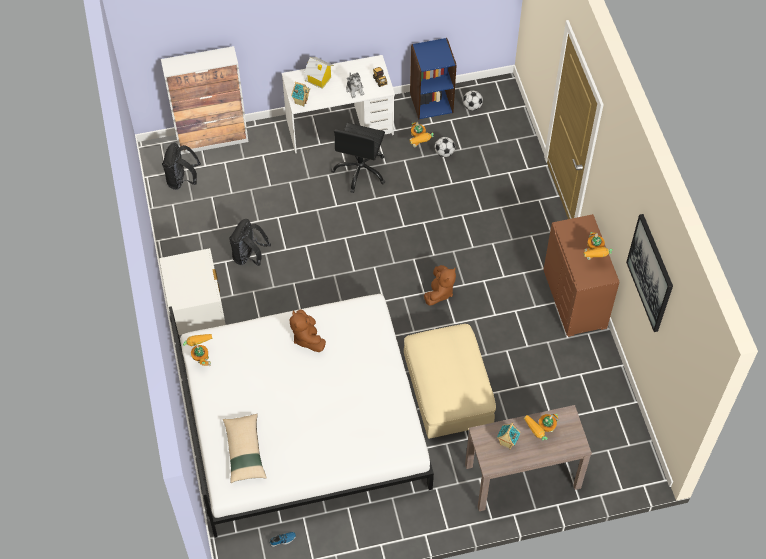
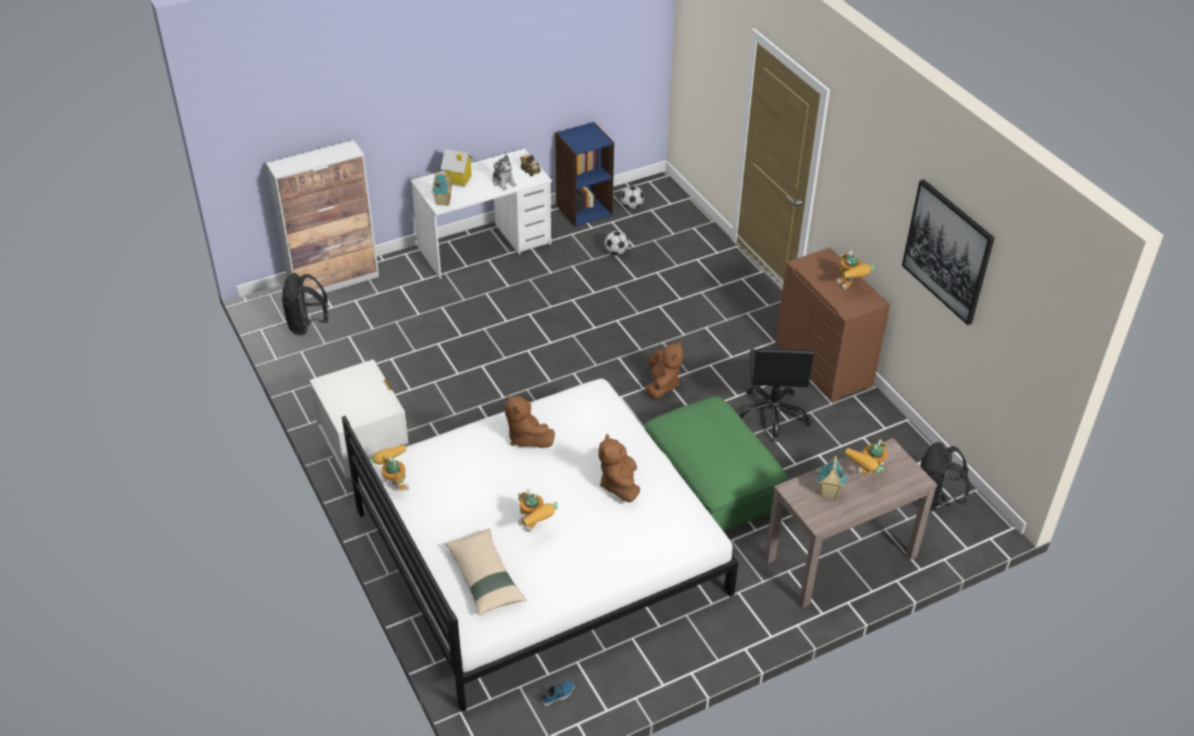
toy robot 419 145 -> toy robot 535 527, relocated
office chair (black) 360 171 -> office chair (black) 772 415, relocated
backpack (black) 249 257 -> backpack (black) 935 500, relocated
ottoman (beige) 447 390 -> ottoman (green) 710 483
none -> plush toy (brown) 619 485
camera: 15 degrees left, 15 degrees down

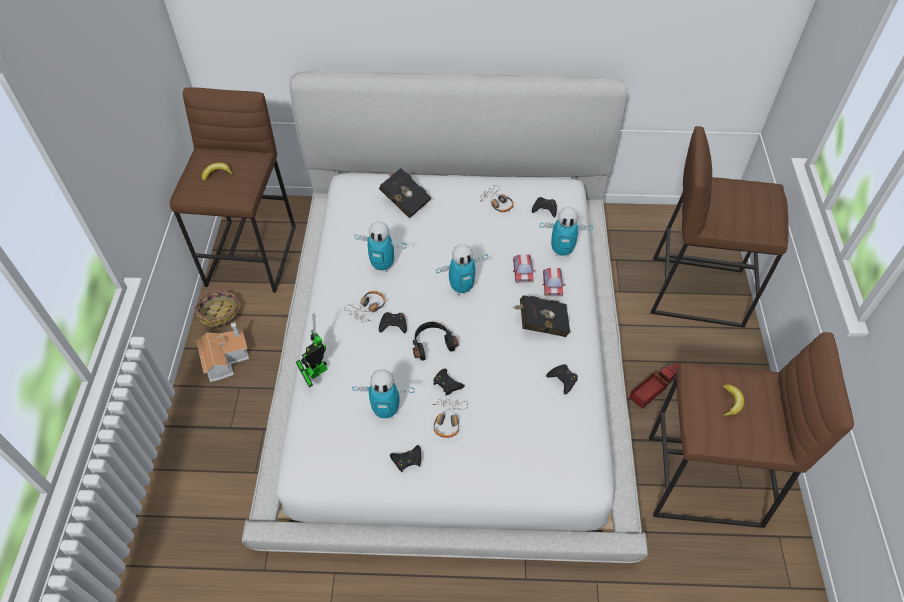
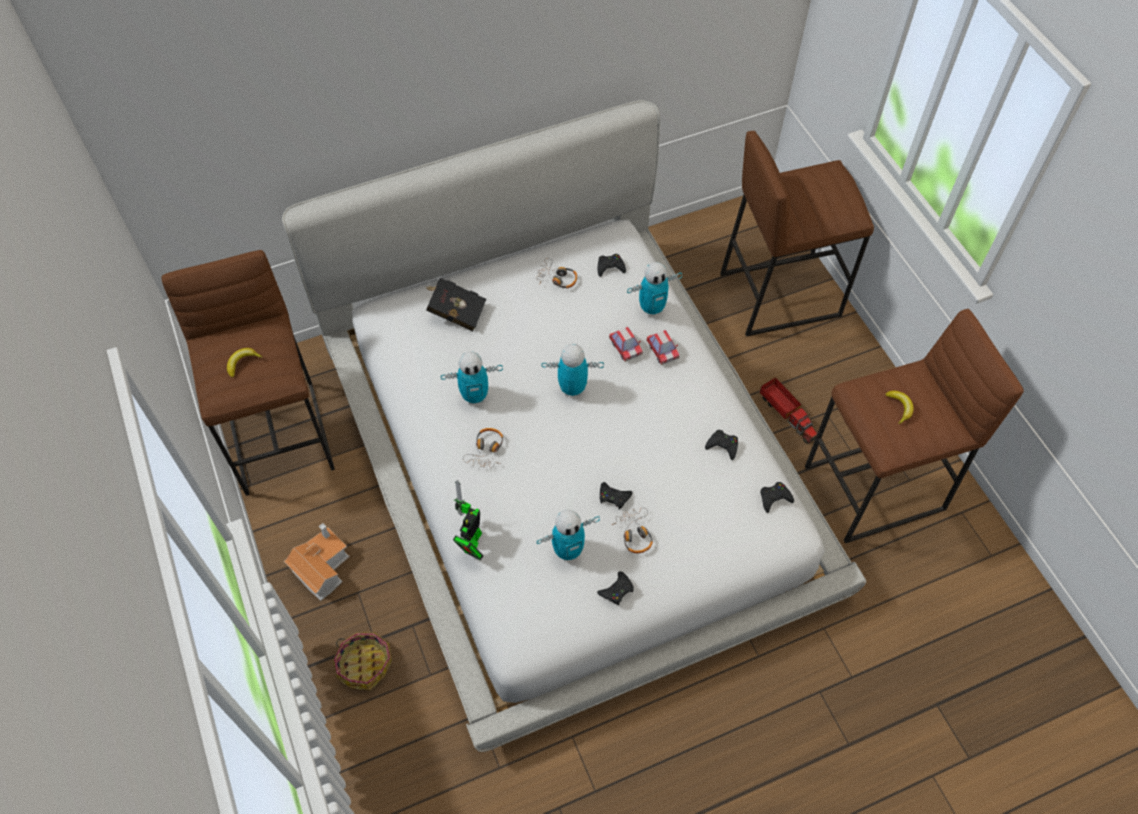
toy robot 461 288 -> toy robot 572 389, 135 degrees counterclockwise
basket 220 313 -> basket 364 663, relocated
book (black) 540 323 -> none
game controller (black) 393 325 -> game controller (black) 774 498, relocated
headphones (black) 432 344 -> none
toy truck 654 388 -> toy truck 787 414, 120 degrees clockwise
camera: 25 degrees left, 5 degrees up

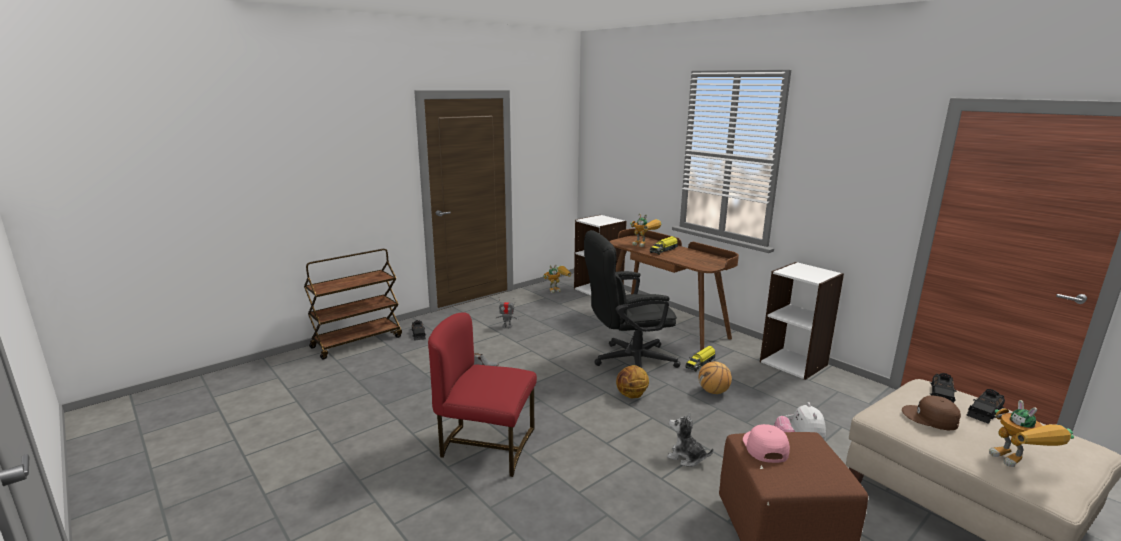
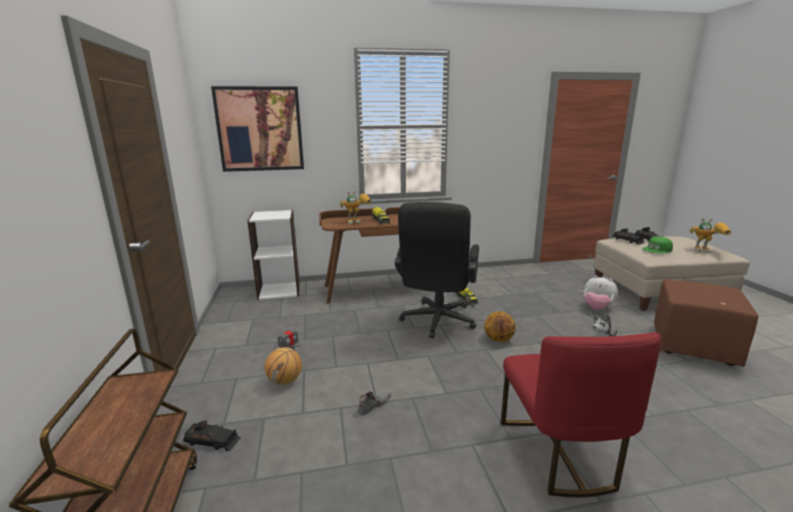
bookcase (white) 794 363 -> none
toy robot 557 290 -> none
chair (red) 486 446 -> chair (red) 560 453, 45 degrees counterclockwise
basketball 713 392 -> basketball 285 381, relocated
cap (brown) 930 418 -> cap (green) 657 250
cap (pink) 764 447 -> none
none -> picture 260 129
camera: 60 degrees left, 0 degrees up

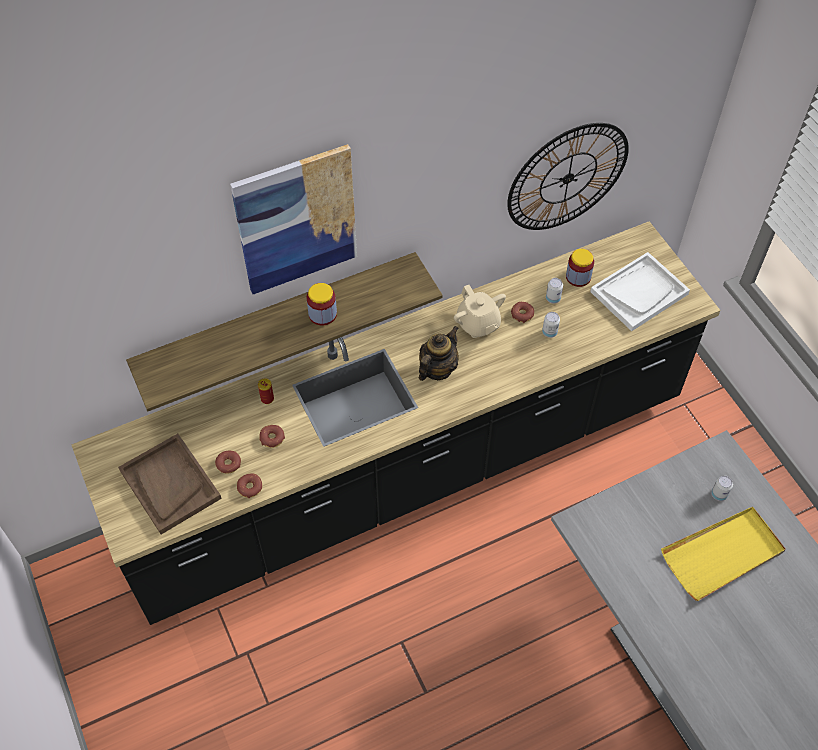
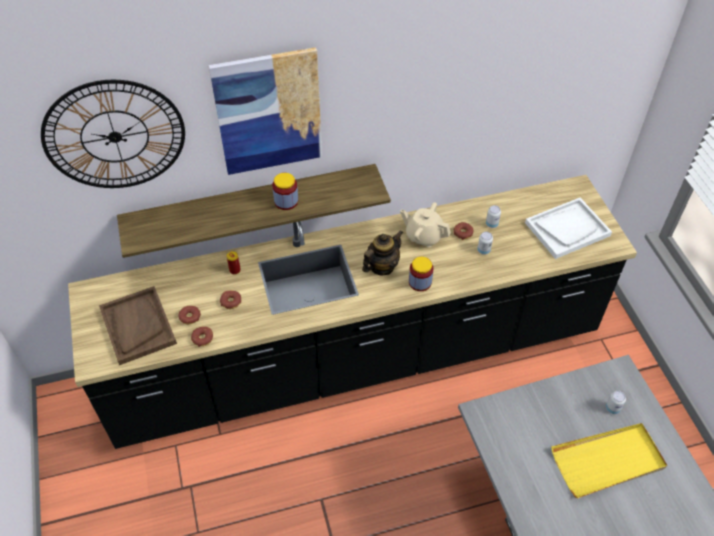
wall clock 568 177 -> wall clock 115 136, relocated
jar 578 277 -> jar 420 282, relocated
teapot (beige) 478 324 -> teapot (beige) 424 236, 135 degrees clockwise
camera: 10 degrees right, 5 degrees down

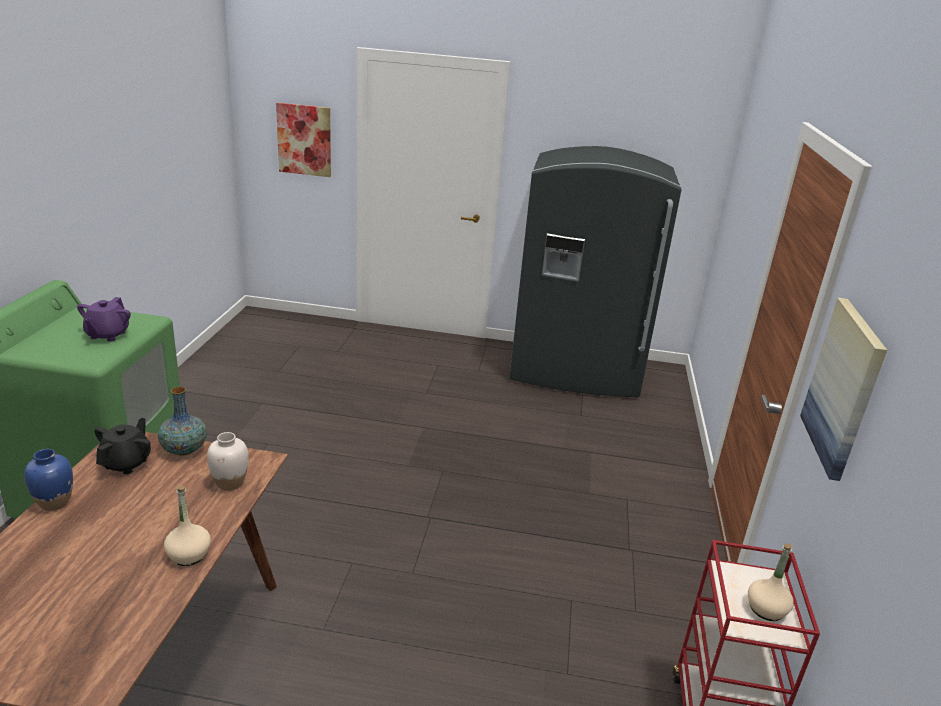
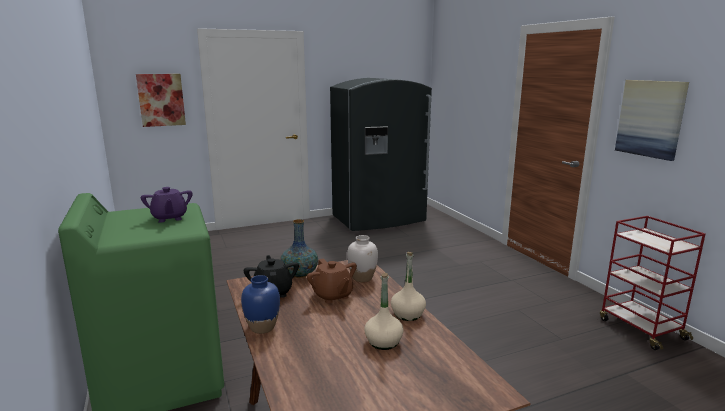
bottle (beige) 766 609 -> bottle (beige) 383 342, relocated
none -> teapot (brown) 332 296
camera: 30 degrees left, 10 degrees down

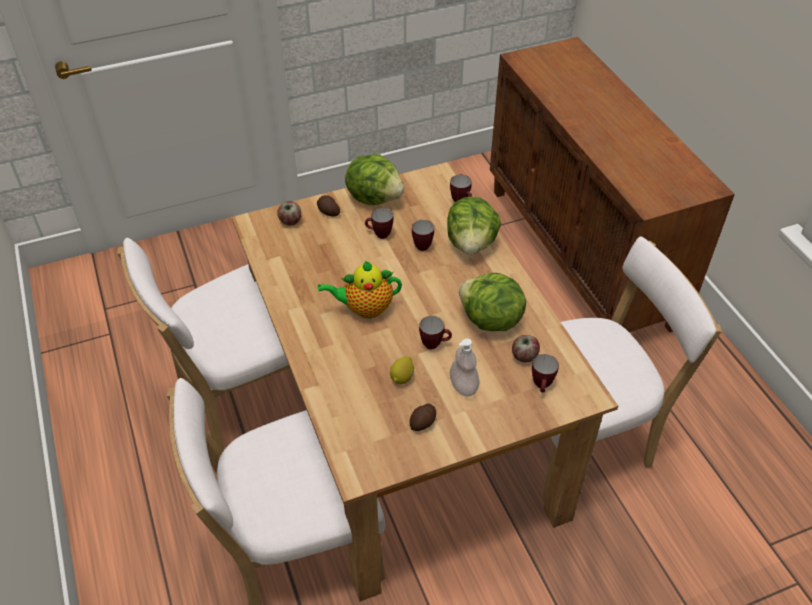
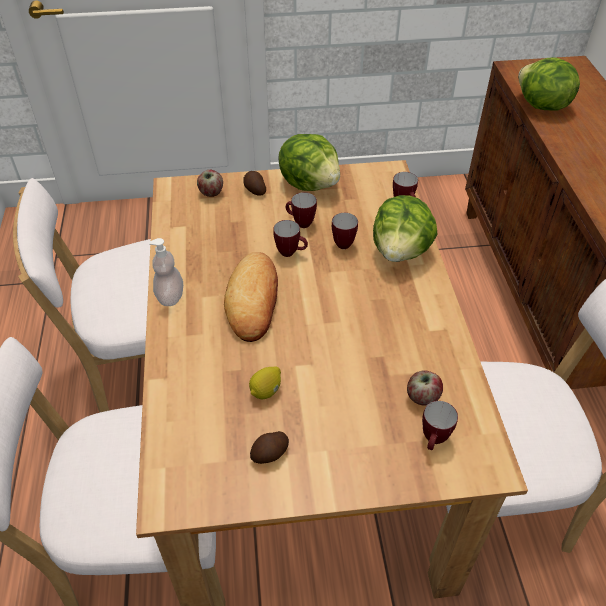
teapot 365 308 -> bread 253 300
lettuce 490 320 -> lettuce 541 106, relocated
mug 435 344 -> mug 291 253, relocated
soap dispenser 463 386 -> soap dispenser 170 296, relocated
camera: 15 degrees right, 0 degrees up

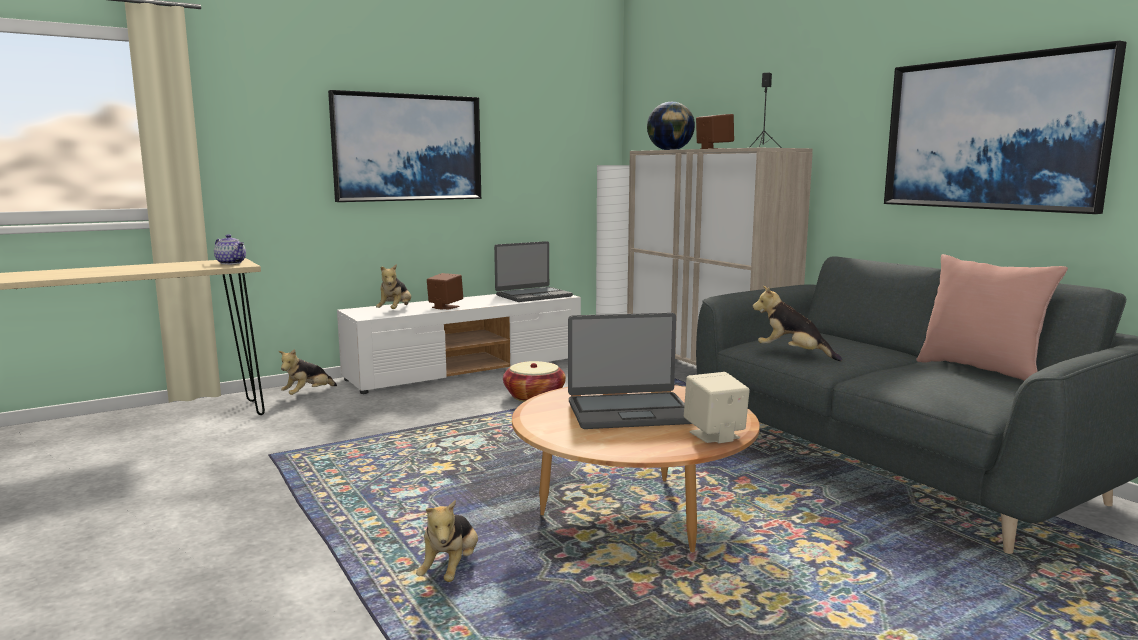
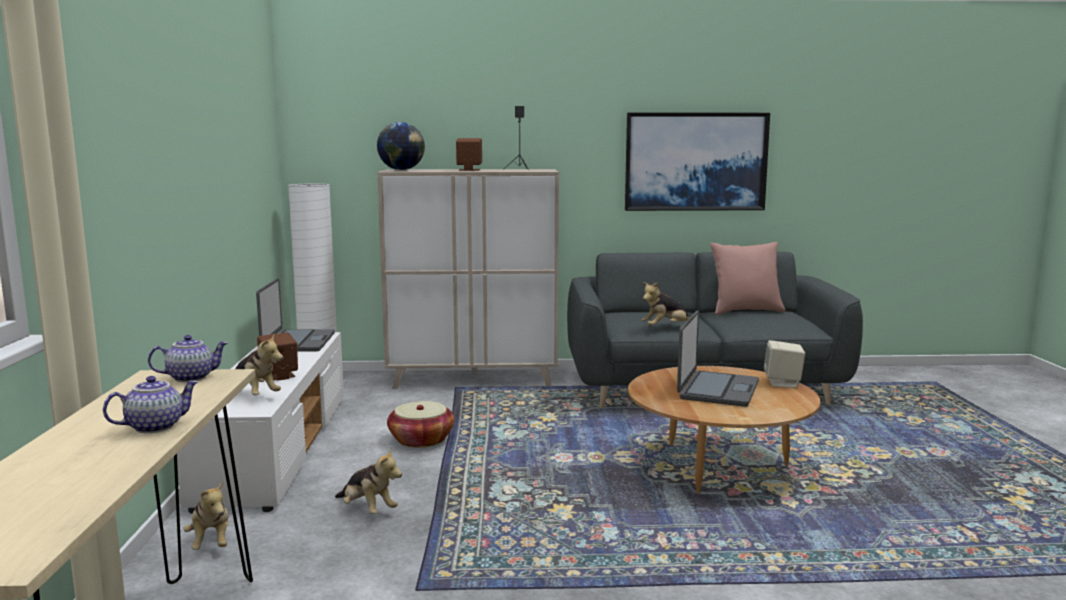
picture 407 148 -> none
plush toy 451 569 -> plush toy 367 510, relocated
none -> teapot 155 426
camera: 60 degrees left, 0 degrees up

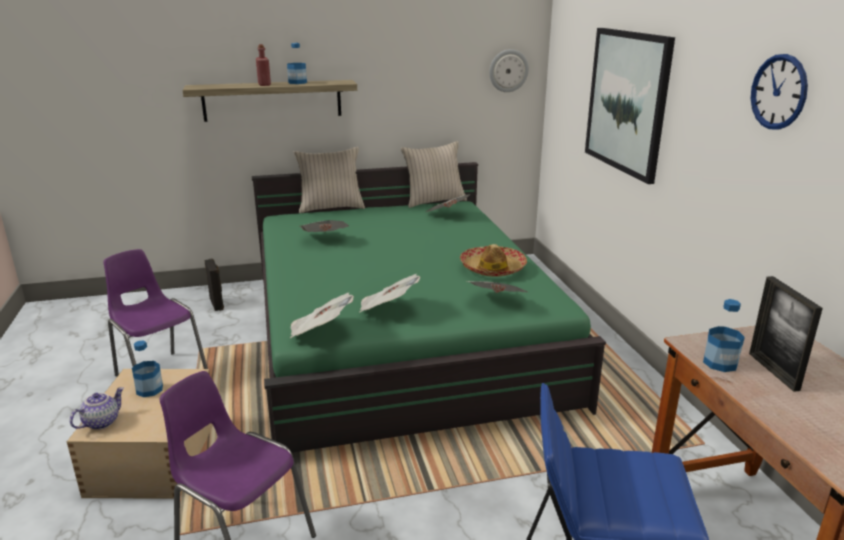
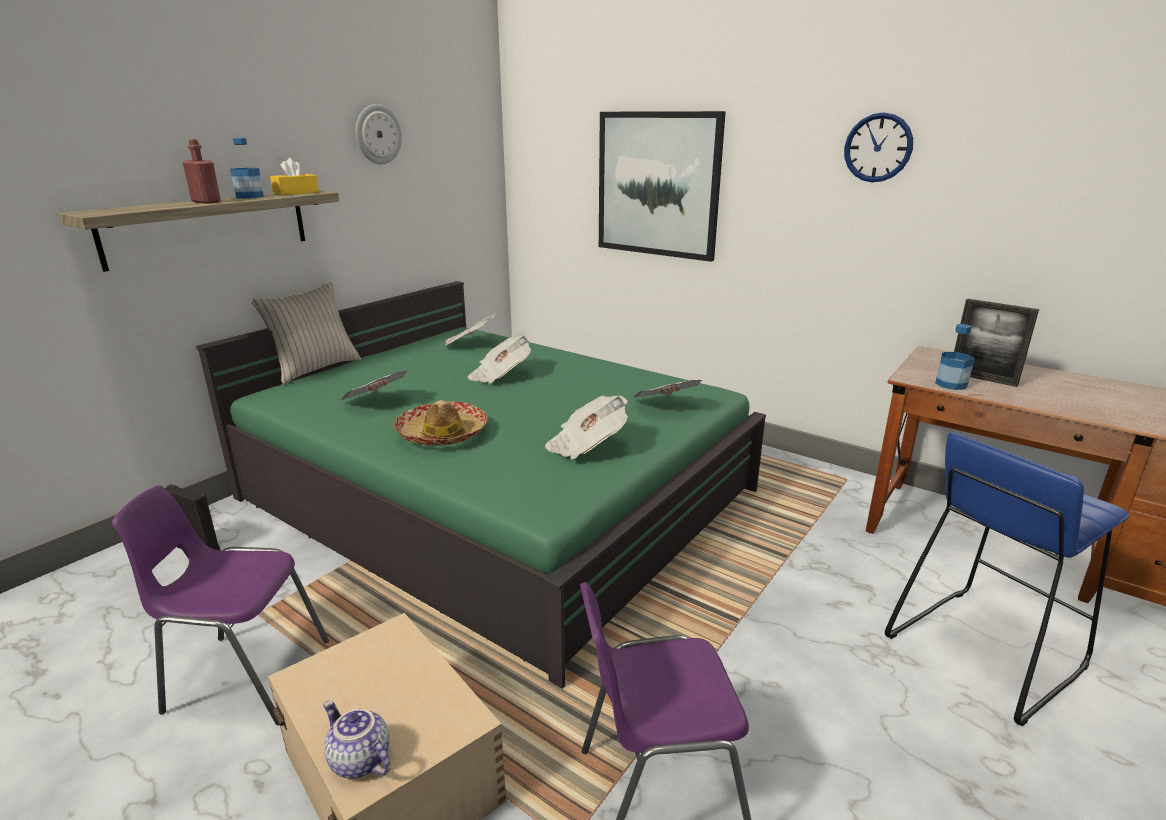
wall clock 508 70 -> wall clock 378 134, relocated
pillow (beige) 434 201 -> none
hat 492 269 -> hat 442 434, relocated
newspaper 320 331 -> newspaper 500 376, relocated
bottle 149 389 -> none
teapot 101 422 -> teapot 358 761, 45 degrees counterclockwise
none -> tissue box (yellow) 296 193
camera: 40 degrees left, 0 degrees up

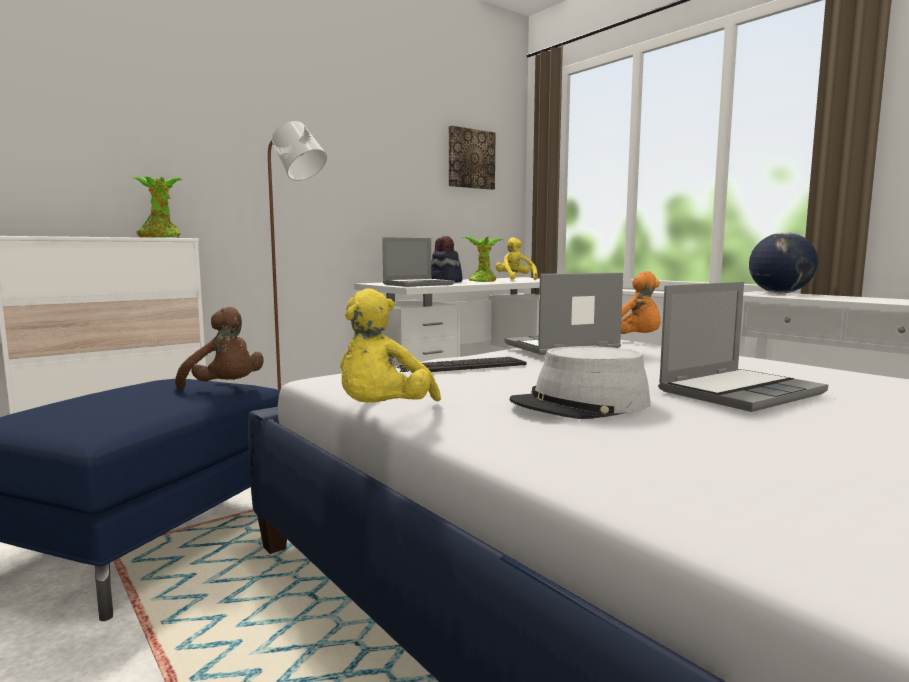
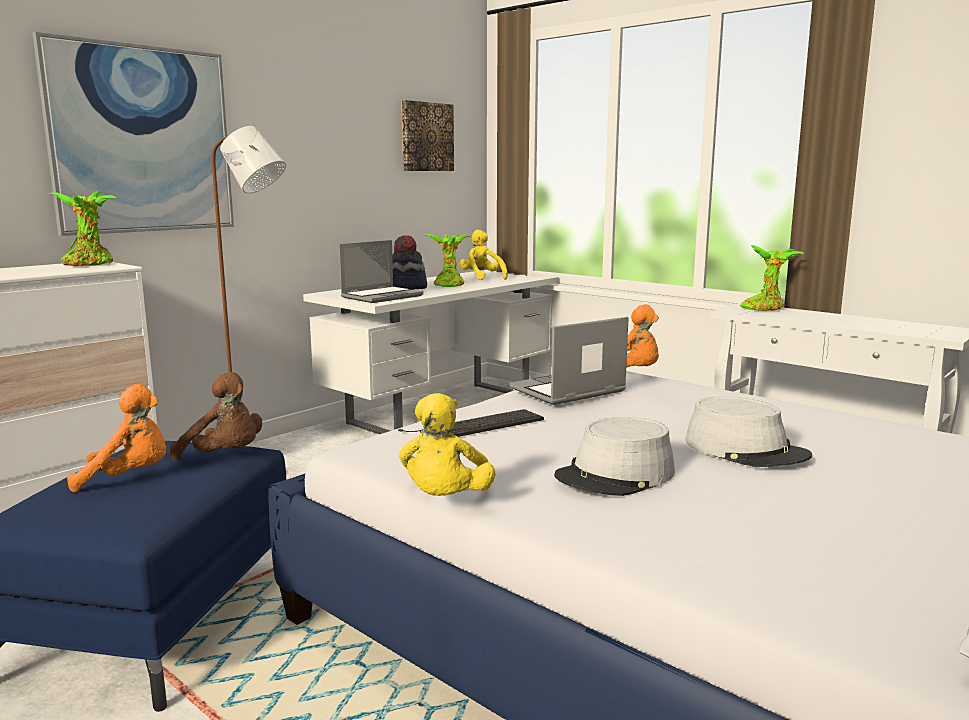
globe 779 293 -> potted plant 765 308
laptop 740 392 -> hat (grey) 745 449
none -> picture 142 140
none -> plush toy (orange) 129 477
camera: 10 degrees left, 5 degrees up

